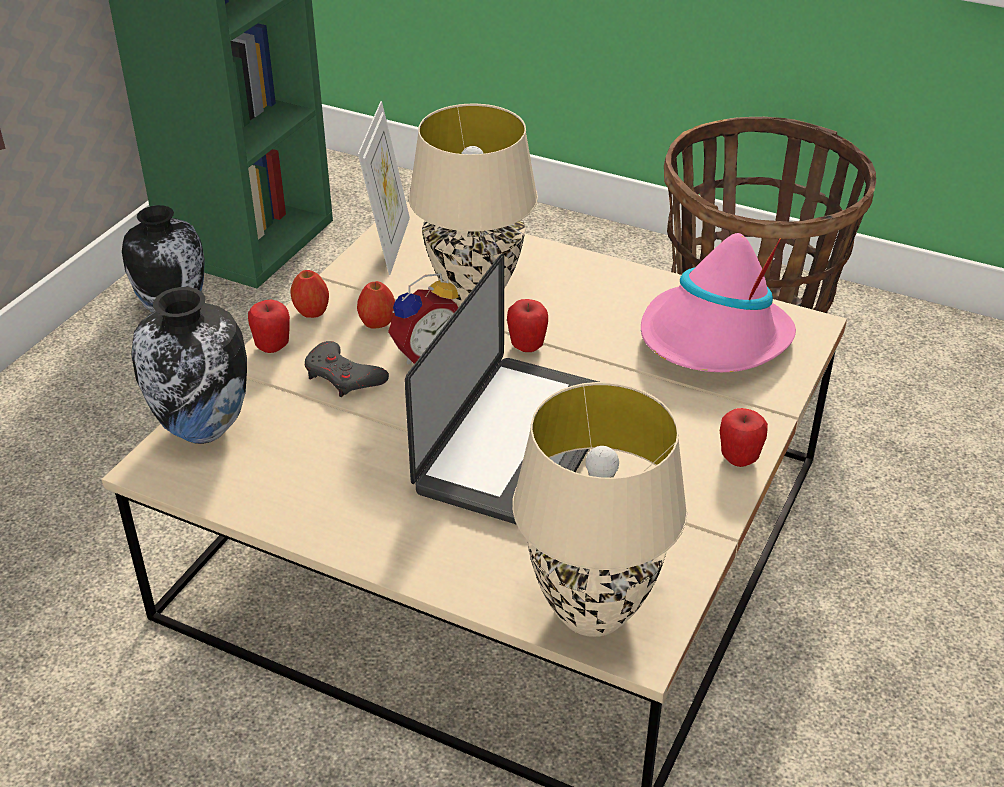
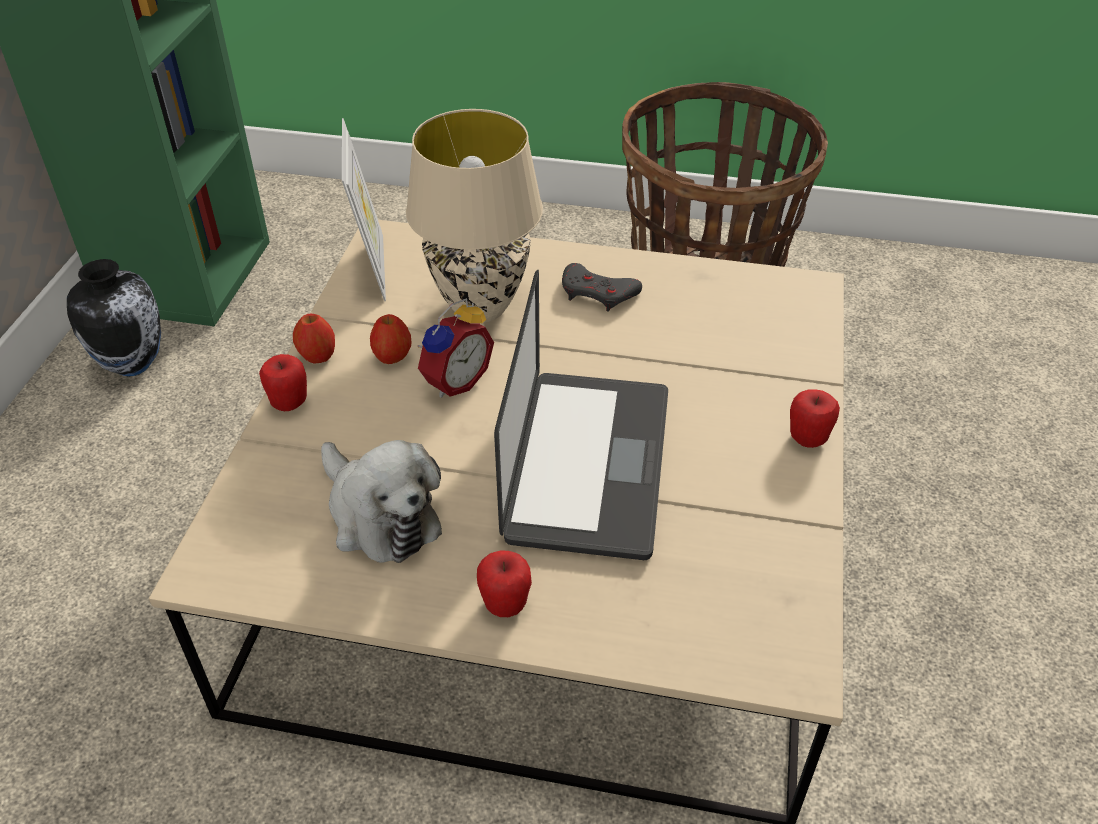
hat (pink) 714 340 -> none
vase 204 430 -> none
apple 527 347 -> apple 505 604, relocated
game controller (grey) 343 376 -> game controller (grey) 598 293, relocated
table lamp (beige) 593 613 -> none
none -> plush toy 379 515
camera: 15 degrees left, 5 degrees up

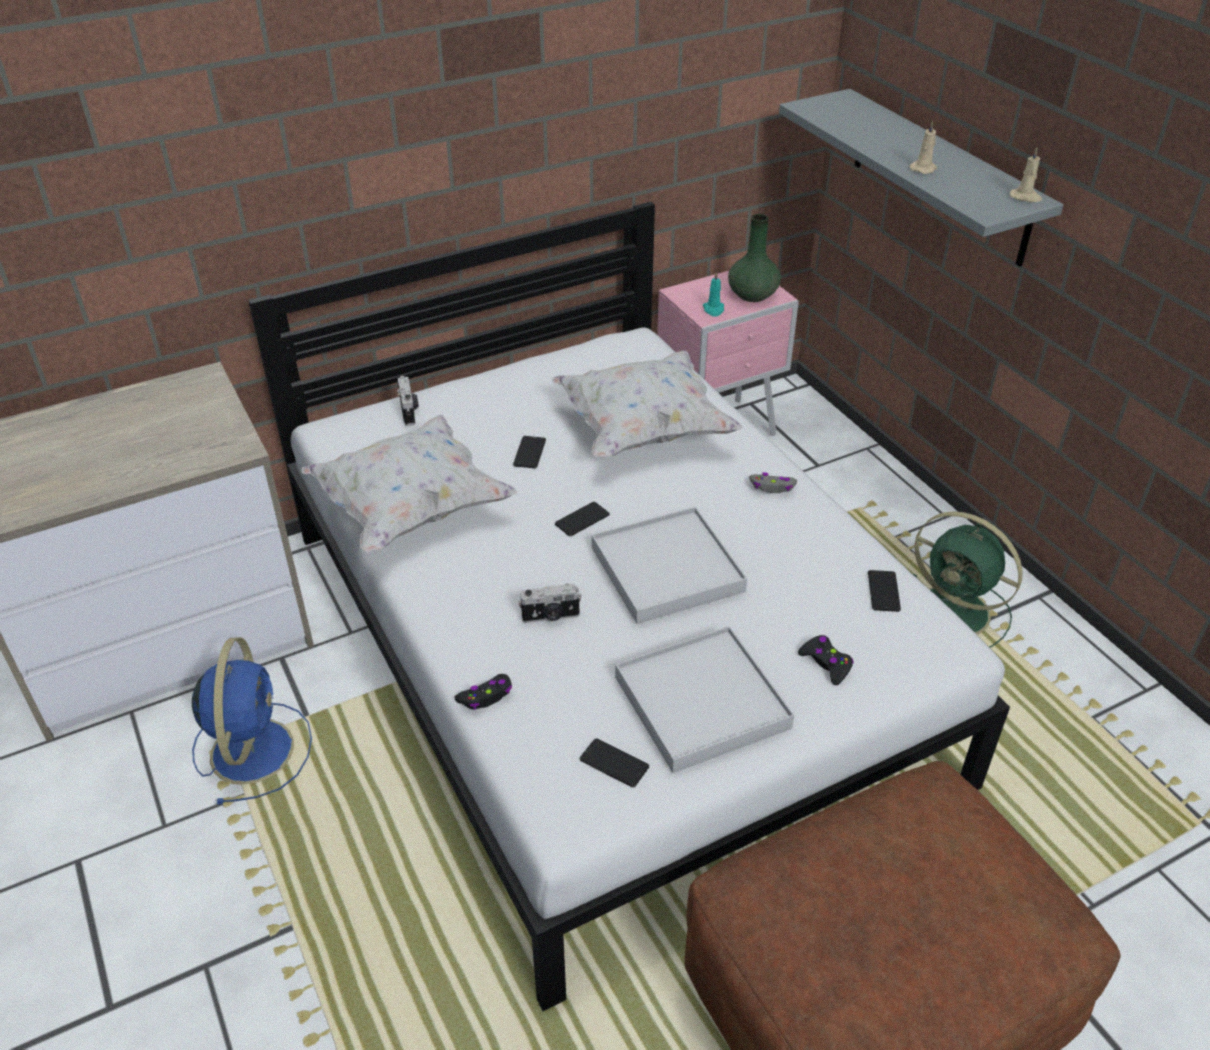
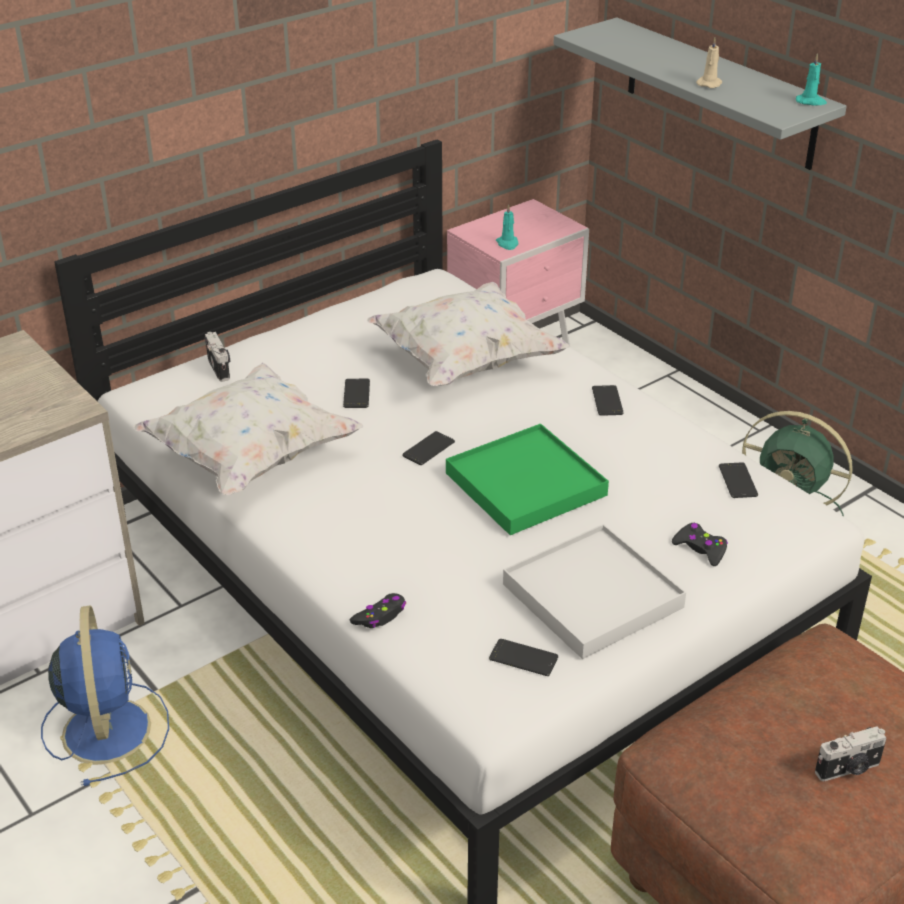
candle (beige) 1025 197 -> candle (turquoise) 811 102
vase (green) 752 295 -> none
game controller (grey) 772 487 -> phone 607 401
tray (white) 667 569 -> tray (green) 525 484
photo camera 551 617 -> photo camera 849 769, relocated
camera: 10 degrees left, 5 degrees down

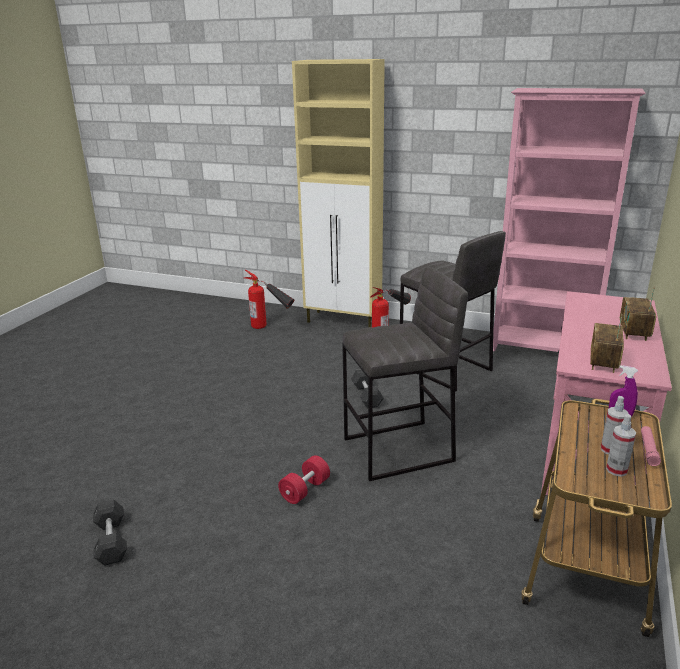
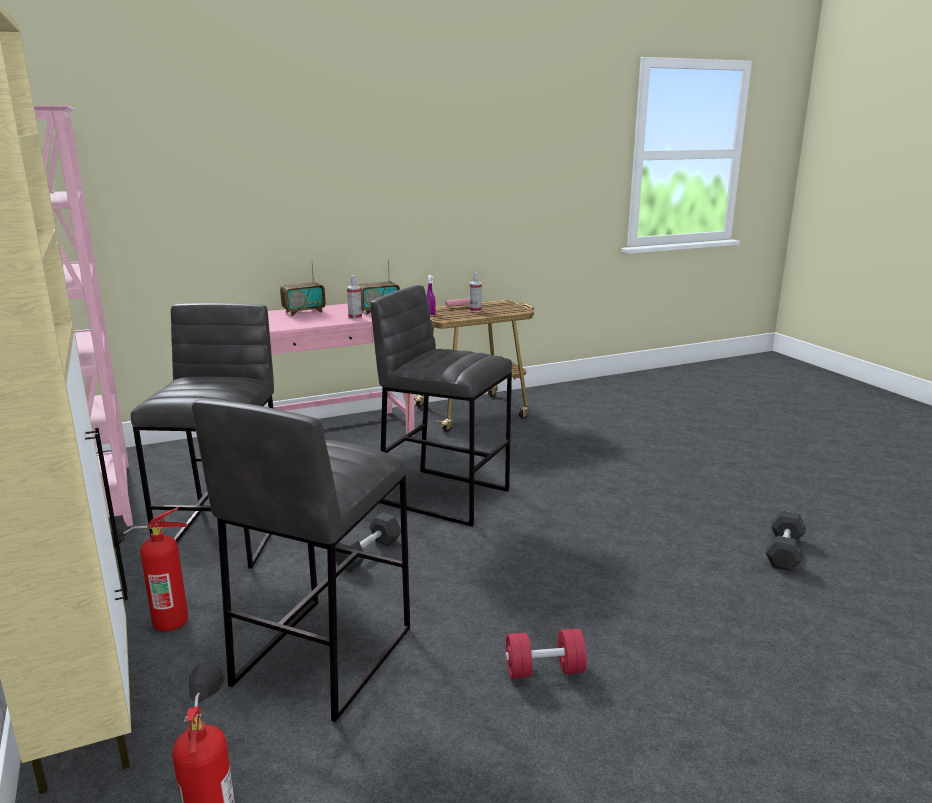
spray bottle 616 470 -> spray bottle 355 317, relocated
dumbbell (red) 305 490 -> dumbbell (red) 544 670, relocated
none -> stool (grey) 321 656
camera: 135 degrees left, 5 degrees down

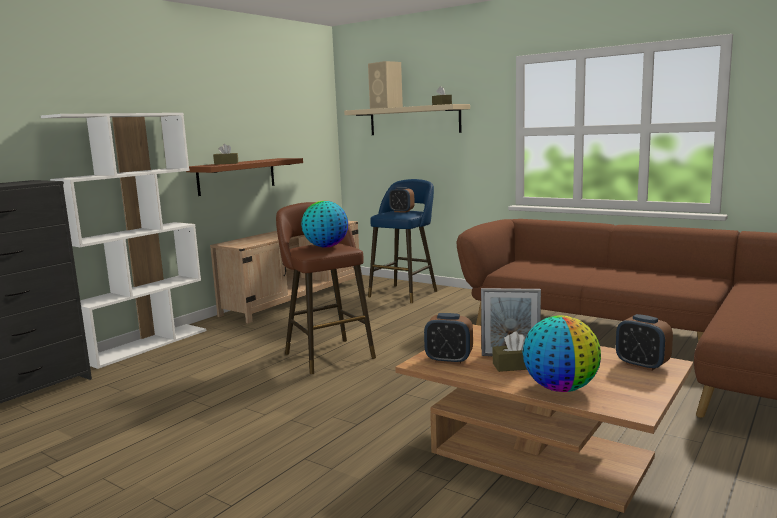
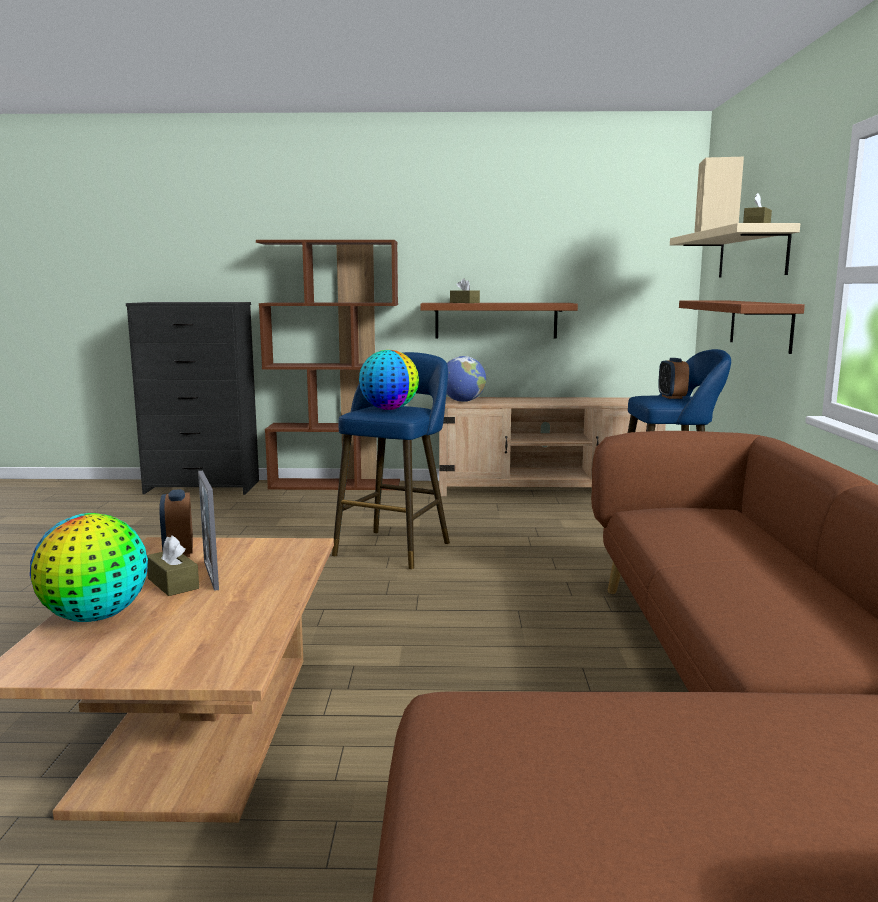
bookcase (white) 146 345 -> bookcase (brown) 336 485
stool (brown) 327 354 -> stool (blue) 395 547
alarm clock 642 365 -> none
none -> shelf (brown) 760 324
none -> globe 463 401
camera: 55 degrees right, 0 degrees up

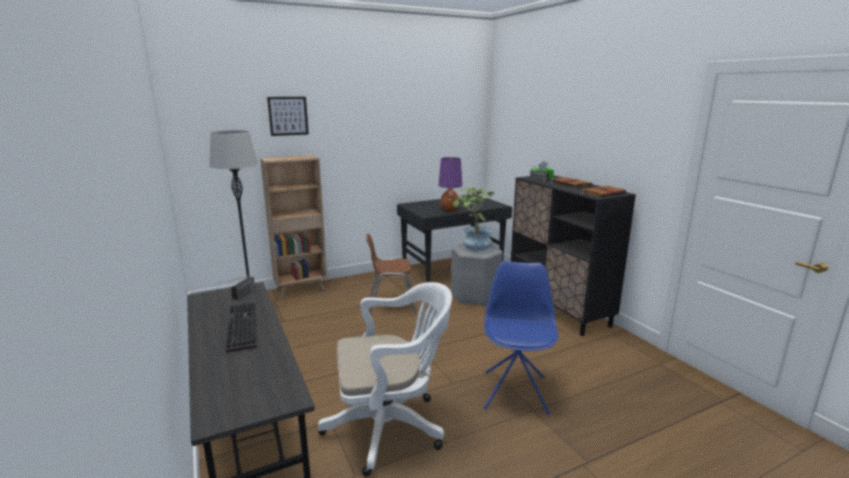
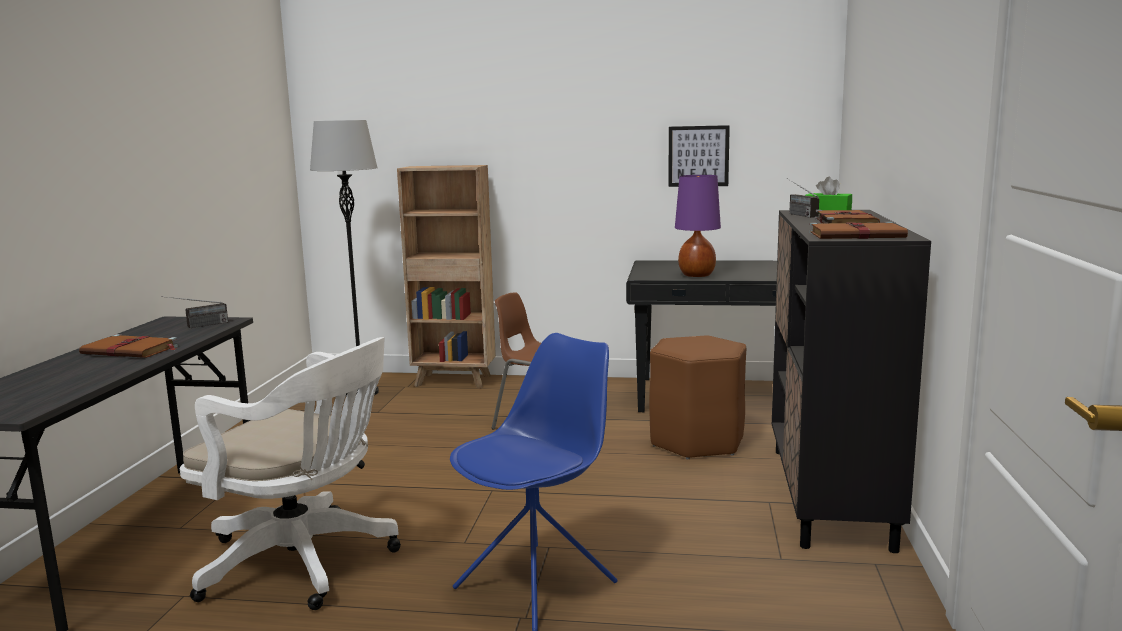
picture 288 116 -> picture 698 156, relocated
potted plant 473 248 -> none
stool (grey) 475 296 -> stool (brown) 696 442
keyboard 240 327 -> book (brown) 131 350
camera: 35 degrees right, 5 degrees down

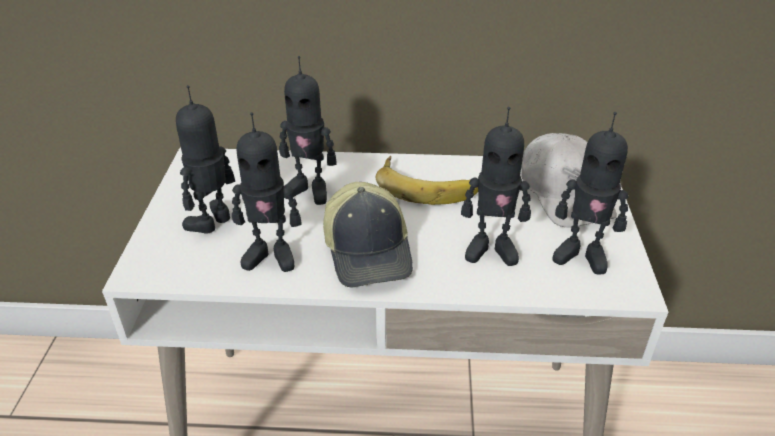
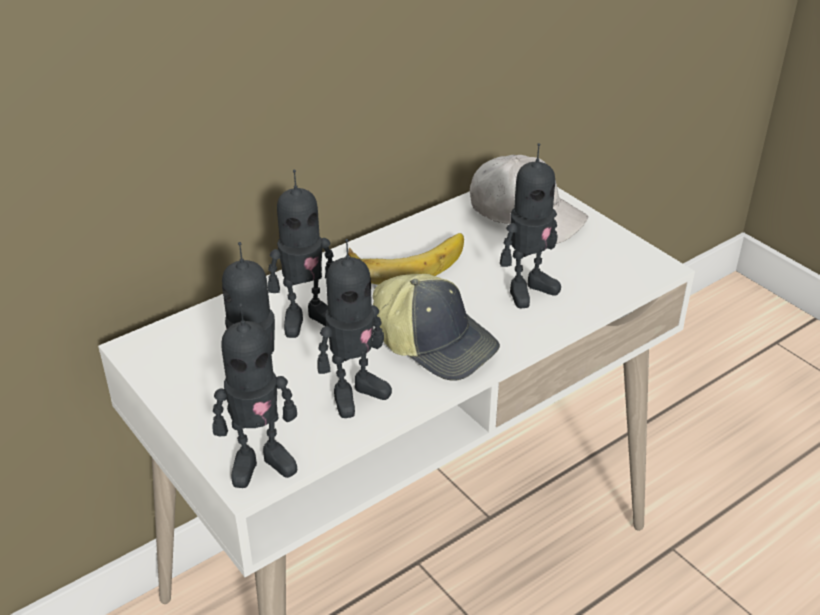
toy robot 581 255 -> toy robot 260 463, relocated
camera: 40 degrees left, 0 degrees up

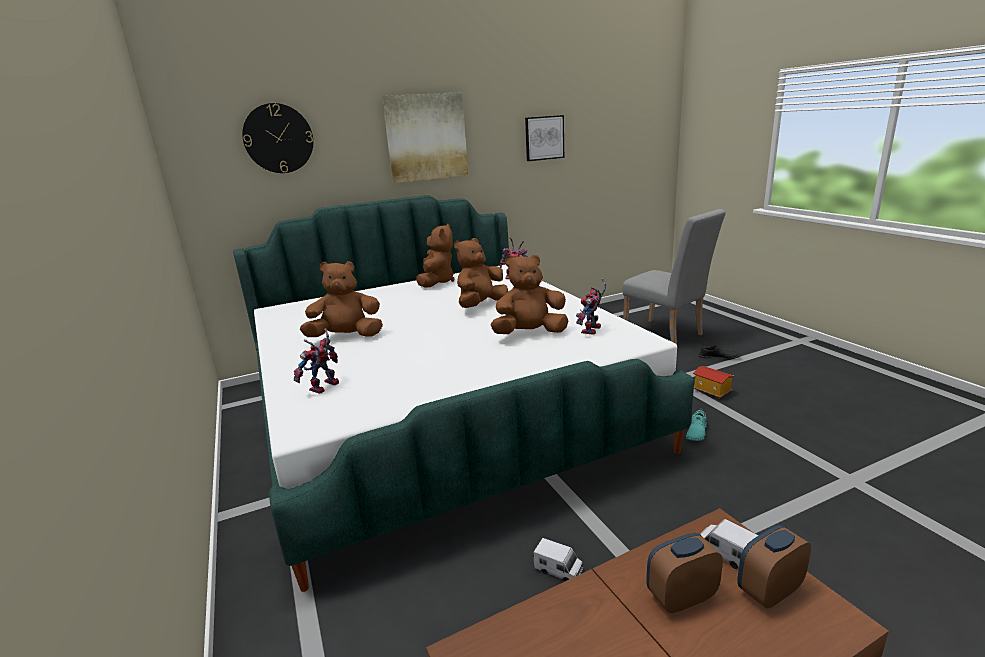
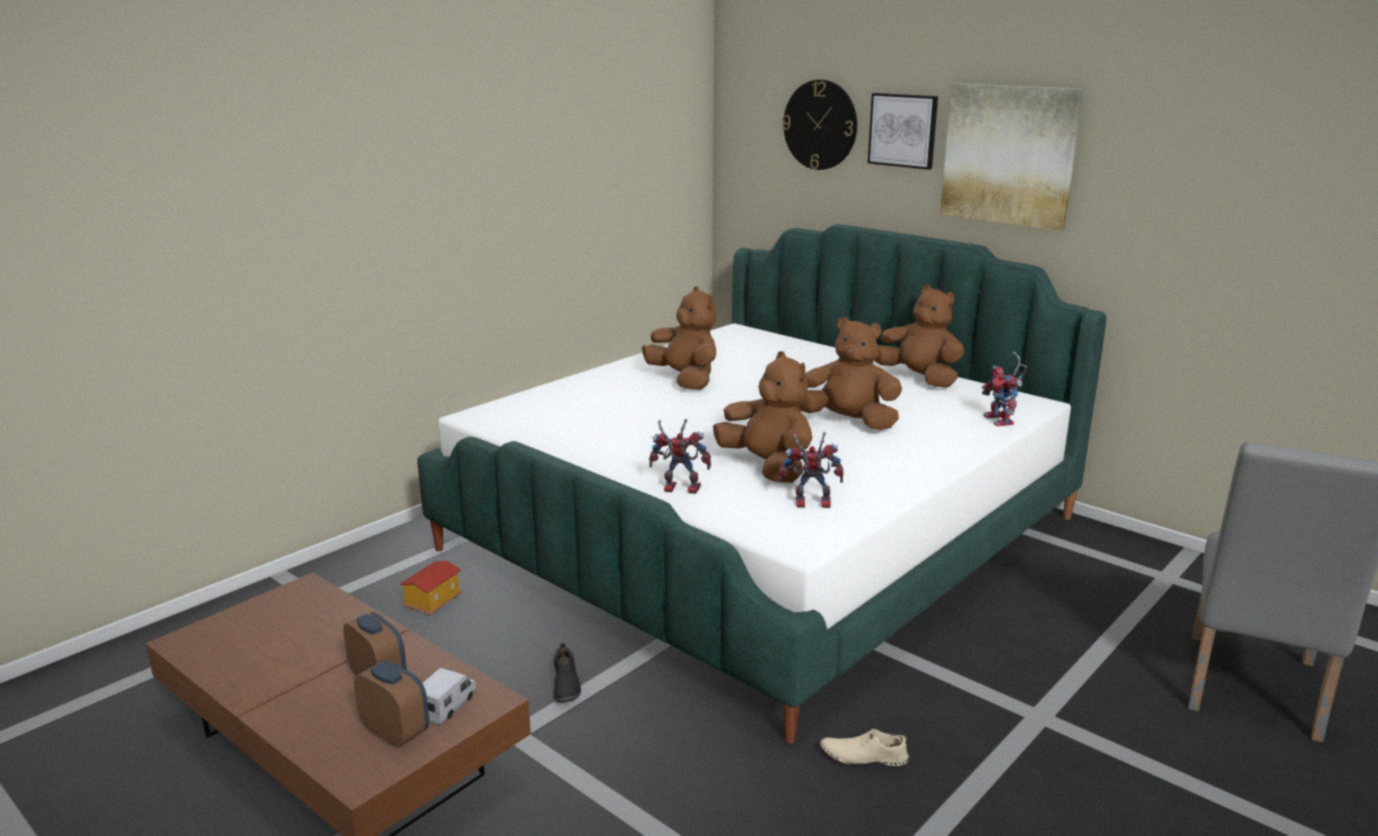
picture 544 138 -> picture 903 130, relocated
plush toy (brown) 436 282 -> plush toy (brown) 919 379, 120 degrees counterclockwise
toy robot 323 388 -> toy robot 678 489, relocated
shoe (black) 719 357 -> shoe (black) 565 685, relocated
toy house 711 392 -> toy house 433 603, relocated
shoe (turquoise) 696 432 -> shoe (beige) 863 756
toy truck 558 570 -> none
camera: 65 degrees right, 0 degrees up

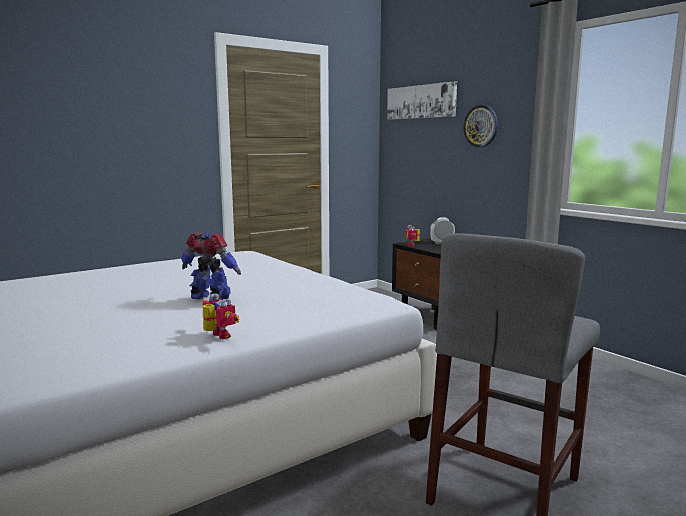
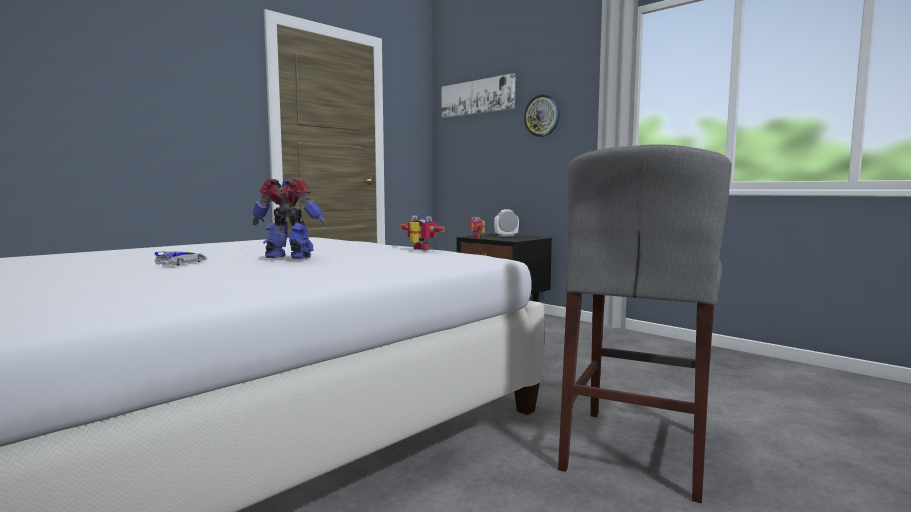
toy robot 217 336 -> toy robot 419 249, relocated
none -> toy car 183 263
camera: 10 degrees left, 5 degrees down

